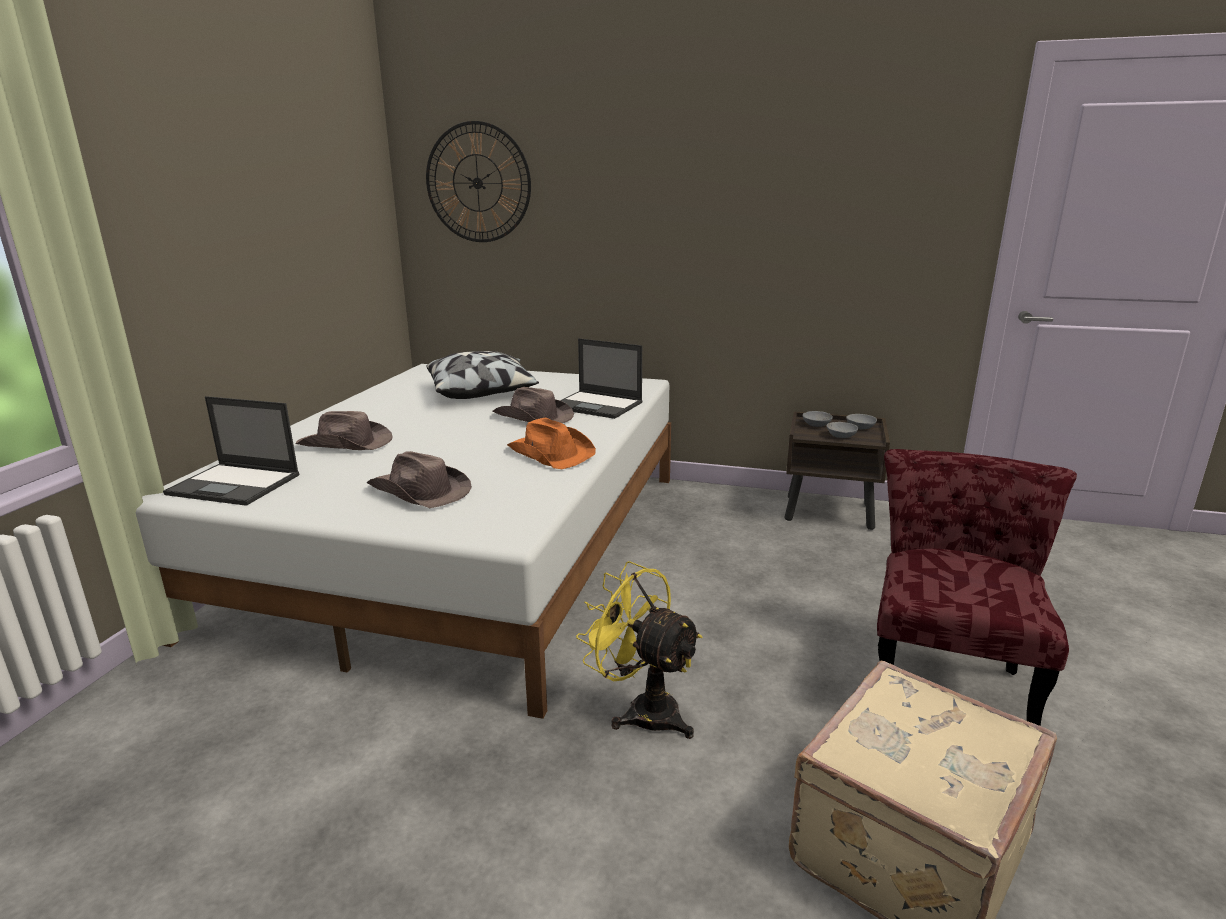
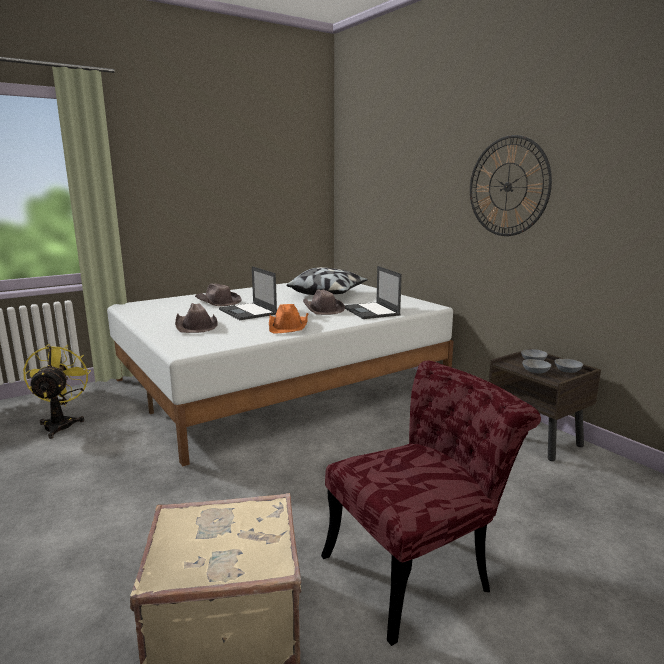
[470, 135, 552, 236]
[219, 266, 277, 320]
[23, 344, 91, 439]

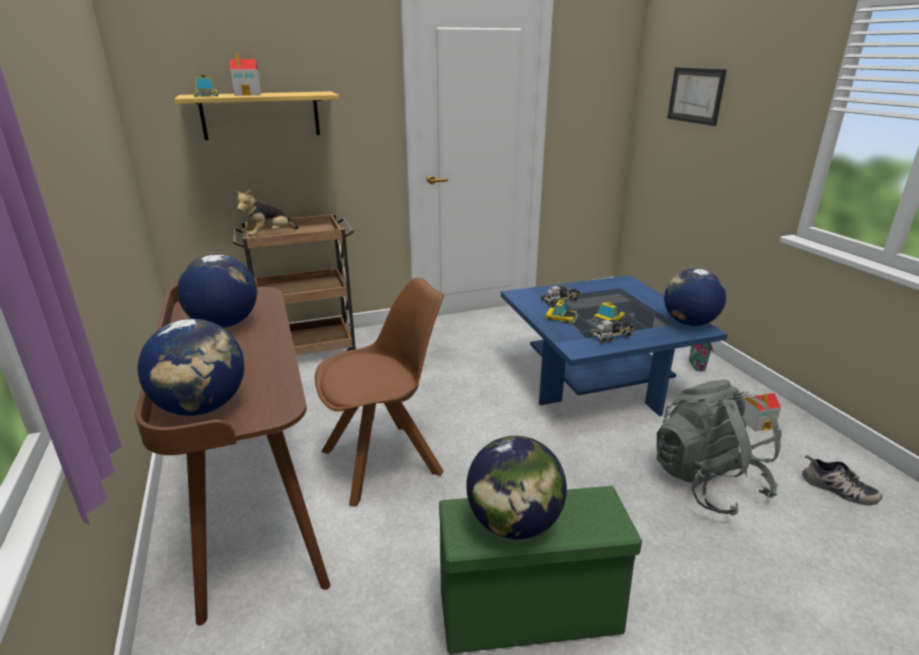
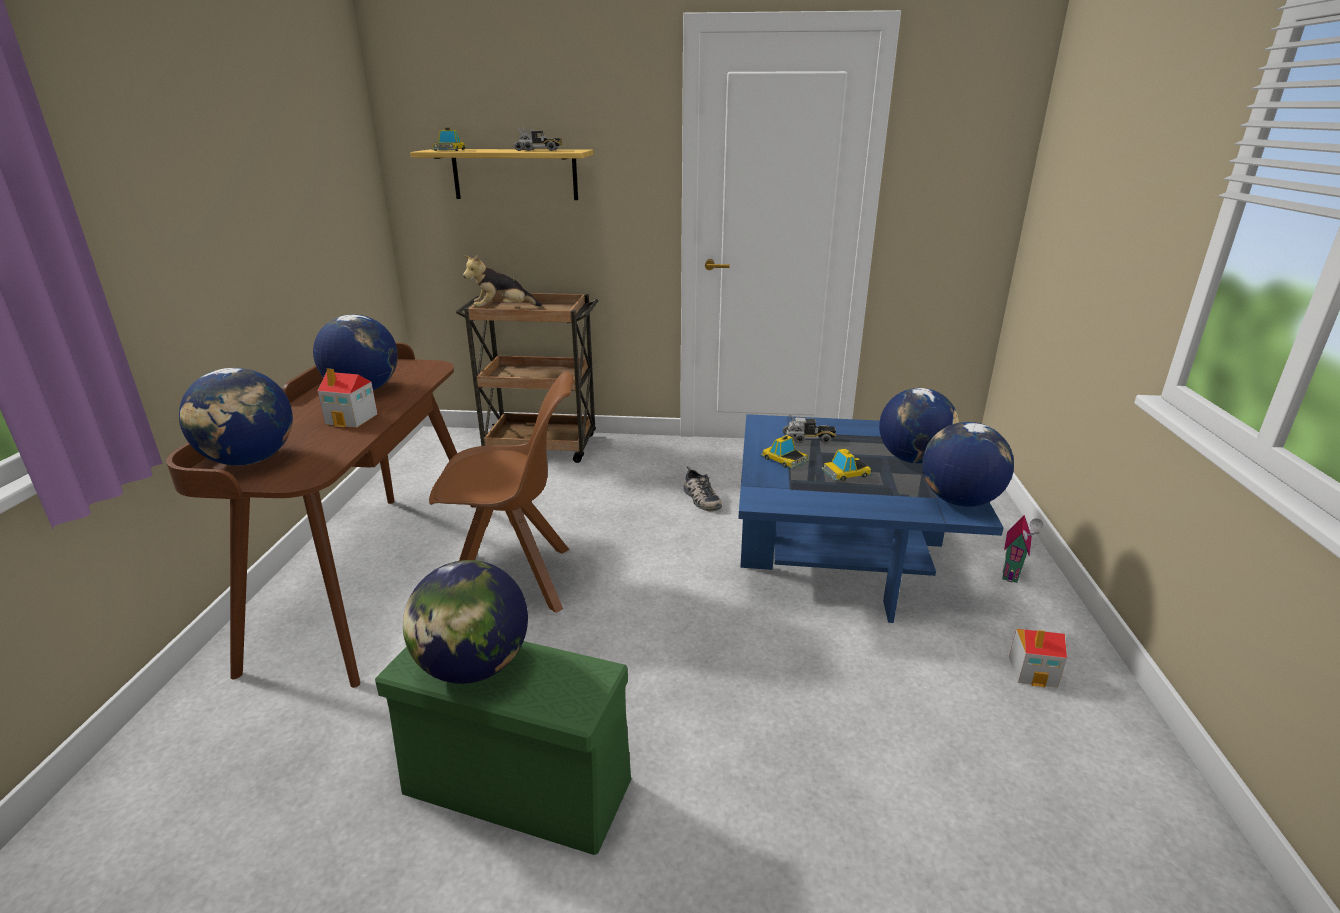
[318, 368, 378, 428]
[667, 67, 727, 126] (first image)
[514, 128, 562, 151]
[657, 380, 782, 516] (first image)
[683, 466, 722, 511]
[879, 388, 959, 464]

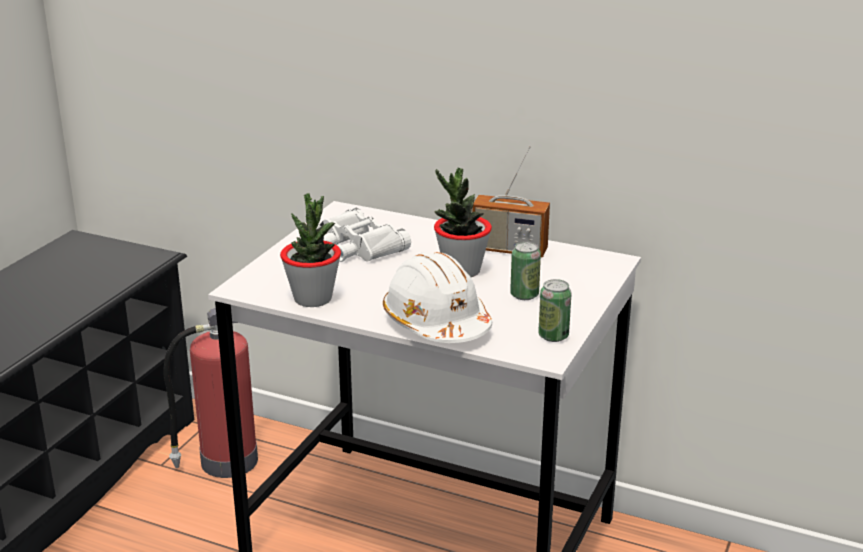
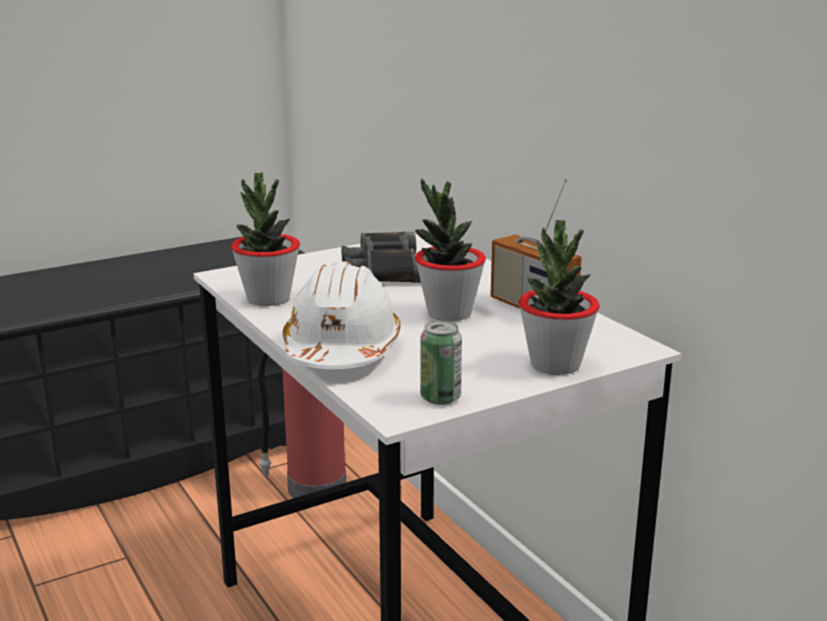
[342, 231, 421, 283]
[510, 241, 541, 300] (first image)
[519, 220, 600, 375]

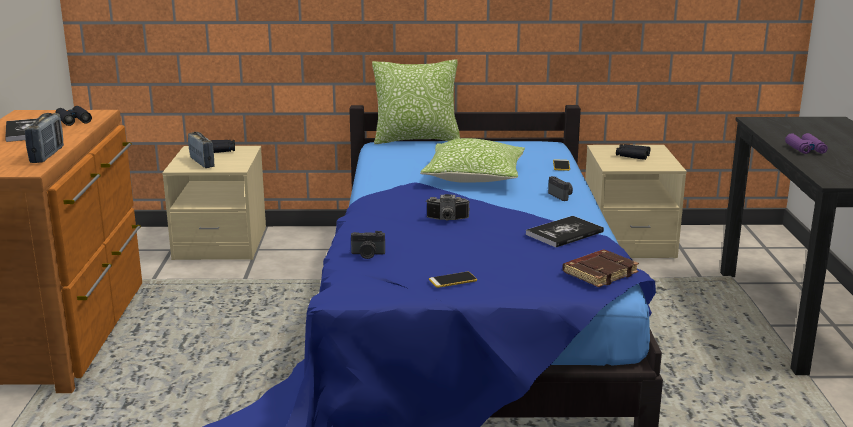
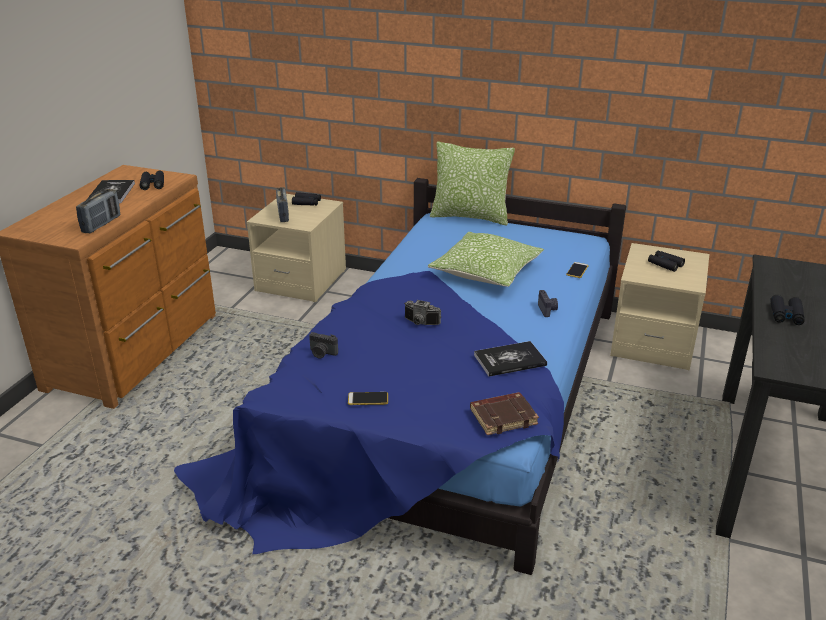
[770, 295, 805, 325]

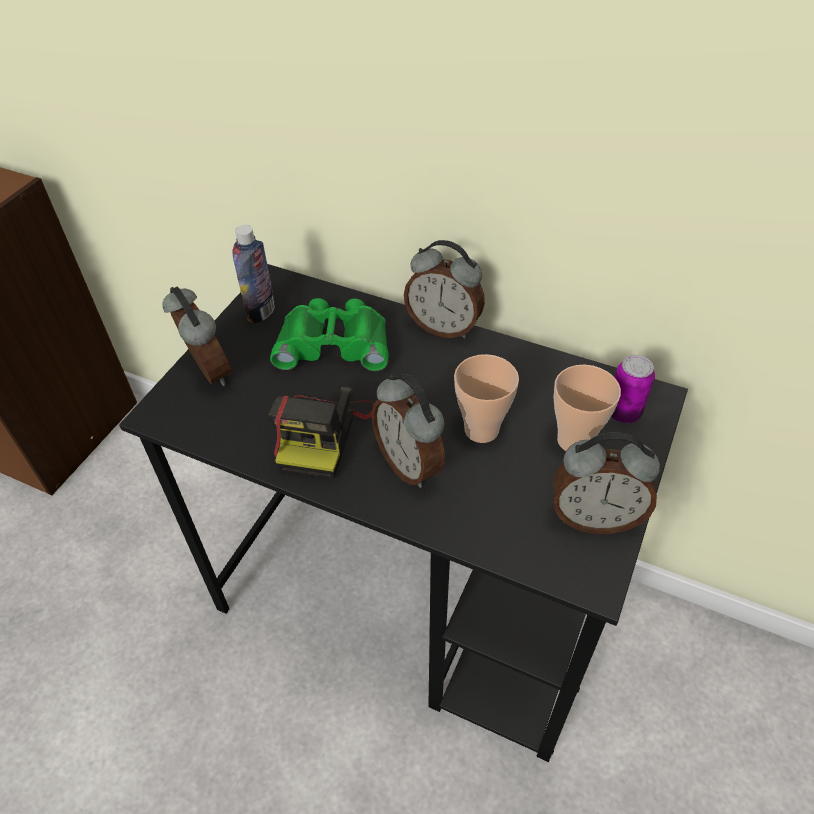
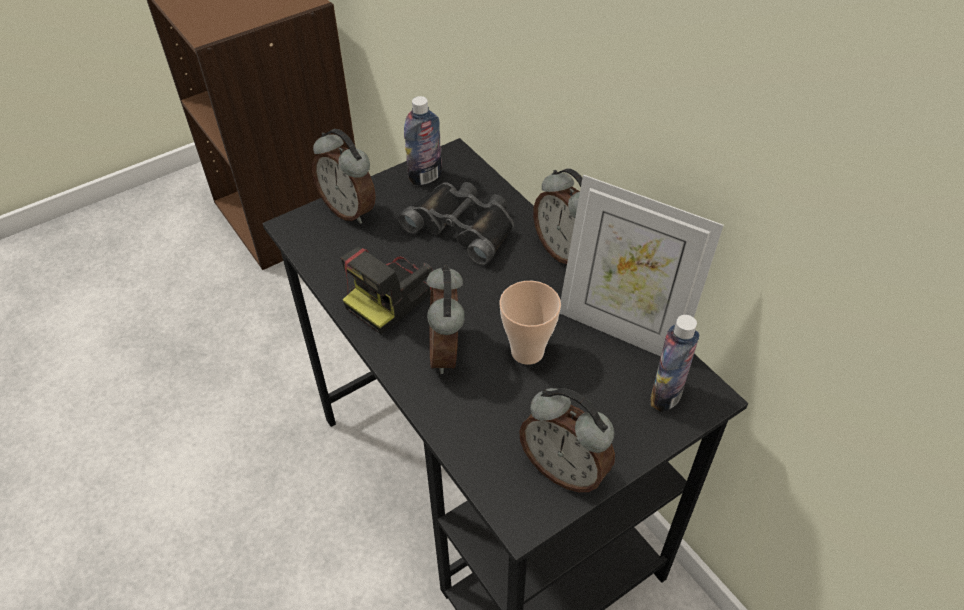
[312, 129, 376, 224]
[398, 182, 514, 265]
[650, 315, 699, 412]
[553, 365, 621, 451] (first image)
[560, 175, 724, 356]

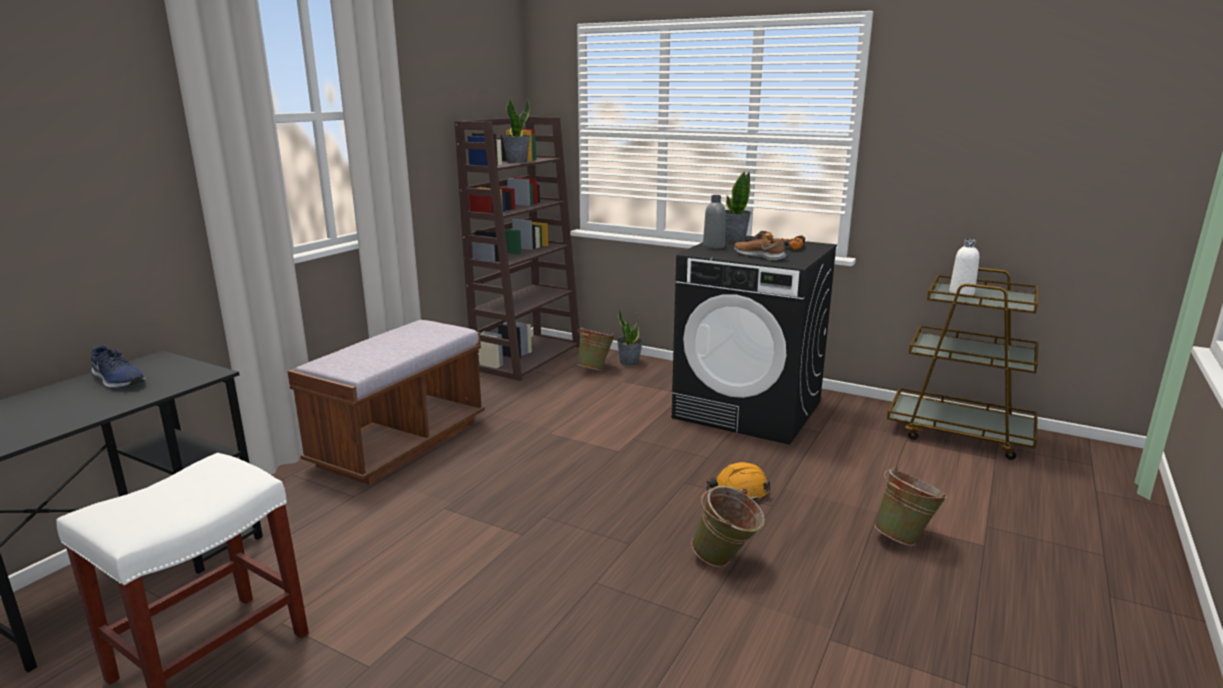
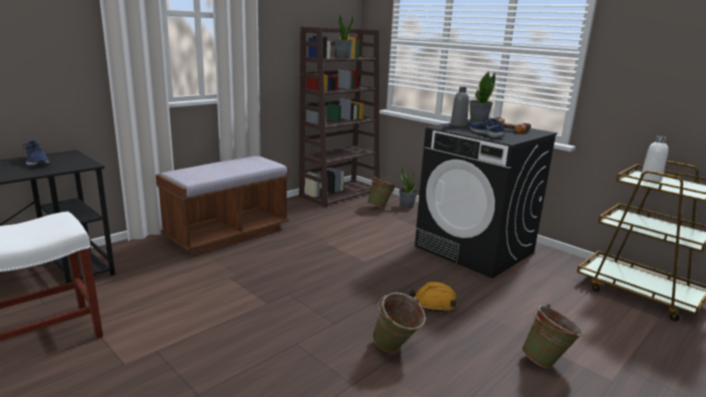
[469, 117, 505, 138]

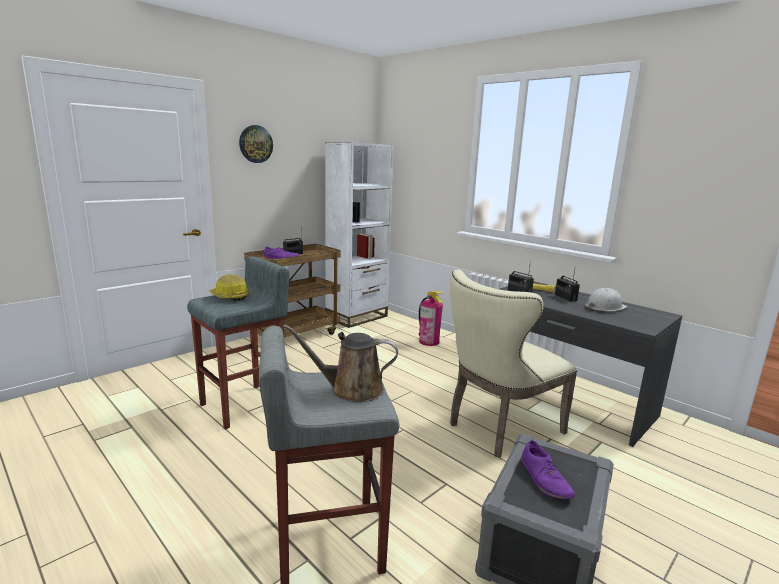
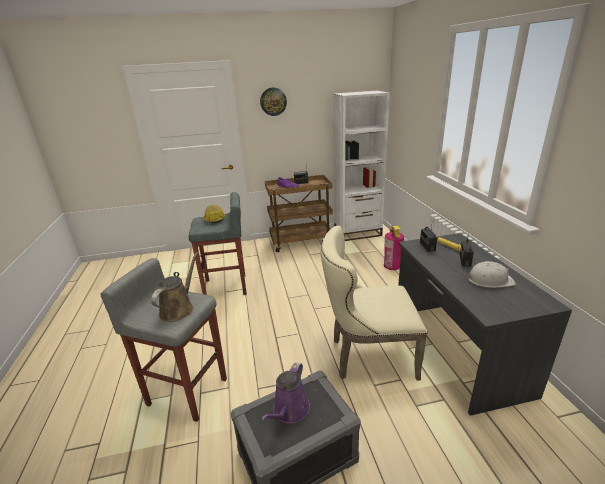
[151, 252, 198, 322]
[261, 362, 310, 424]

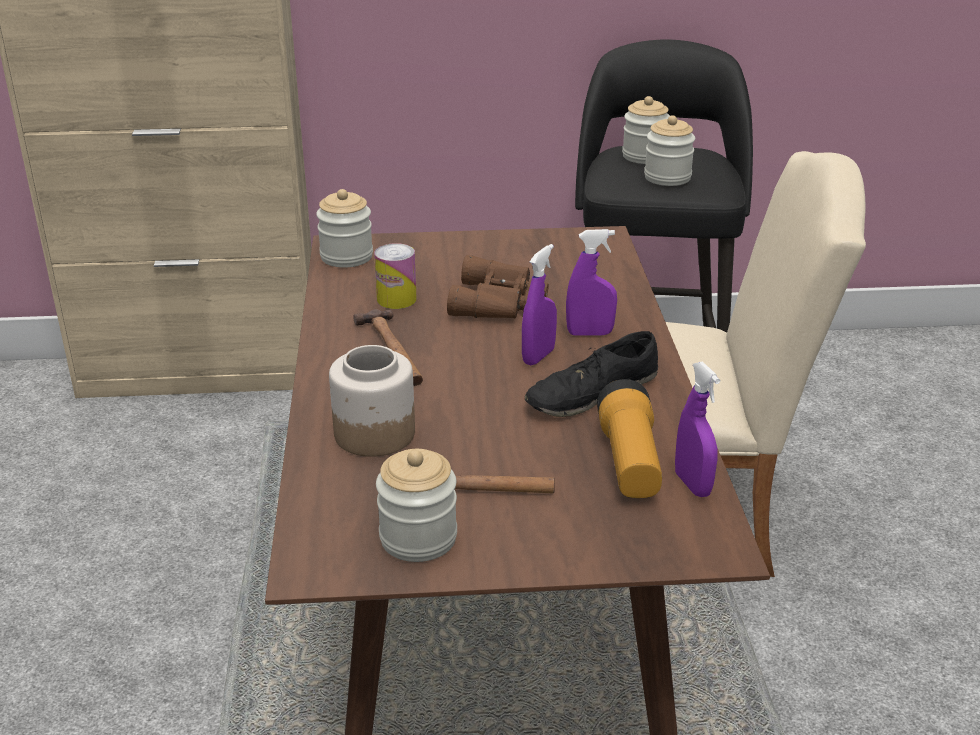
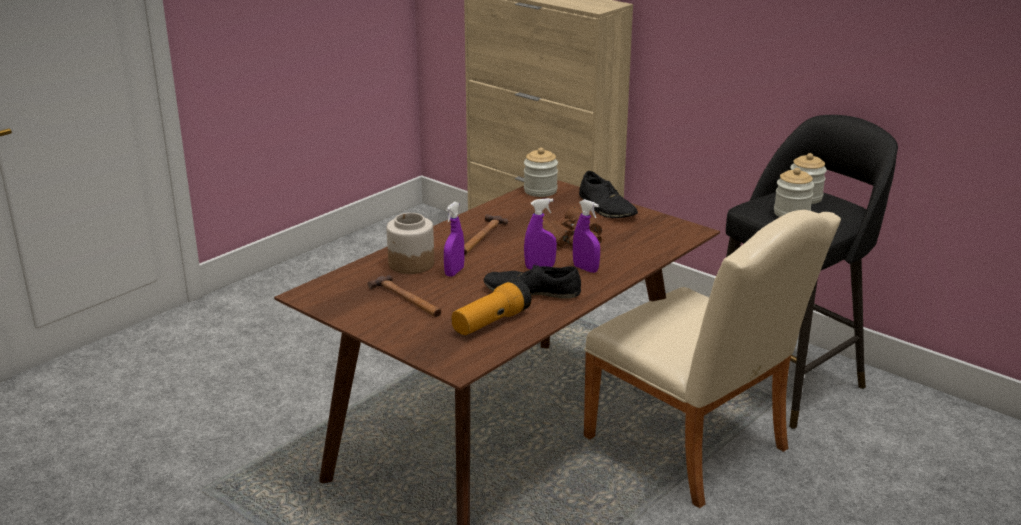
[374, 243, 417, 309] (first image)
[444, 202, 464, 277]
[376, 449, 457, 562] (first image)
[579, 171, 638, 218]

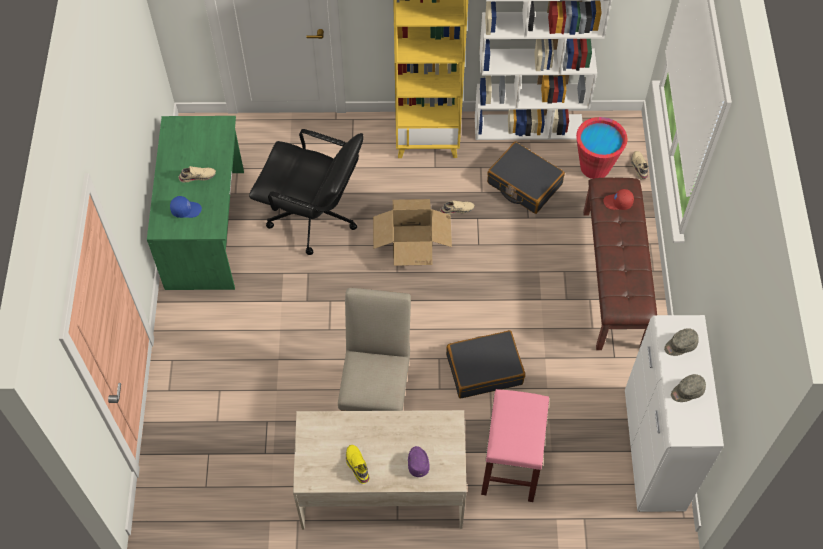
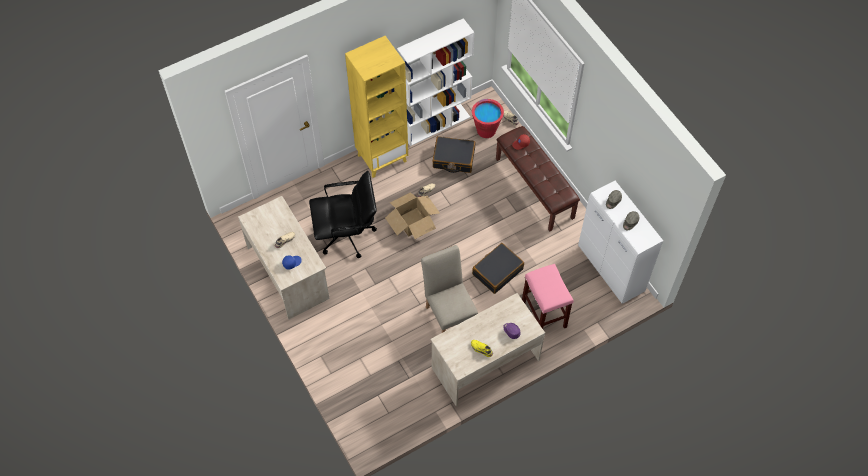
[238, 196, 330, 320]

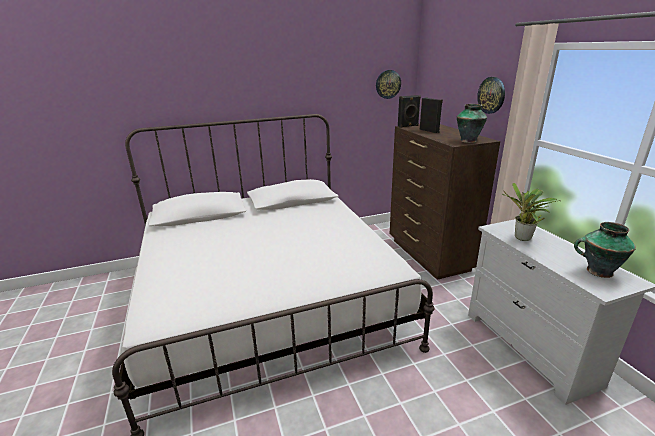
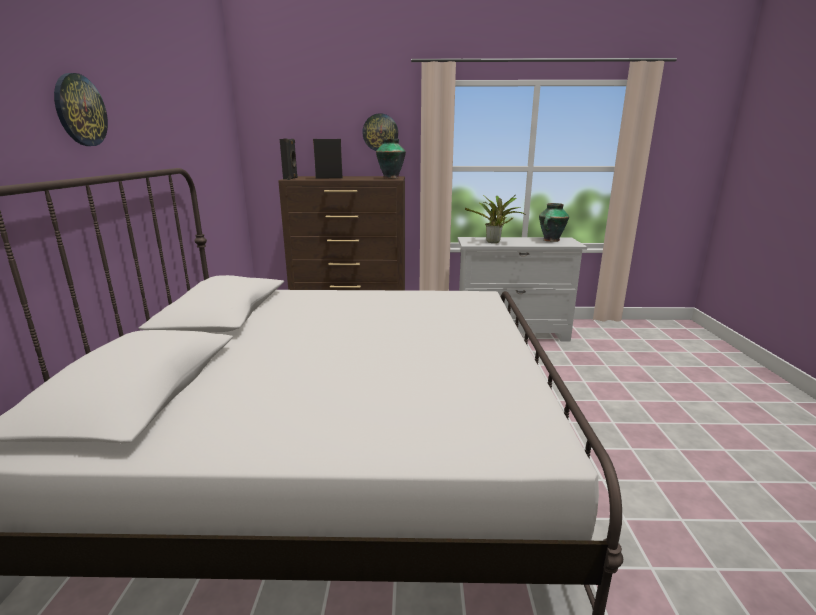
[54, 73, 108, 146]

